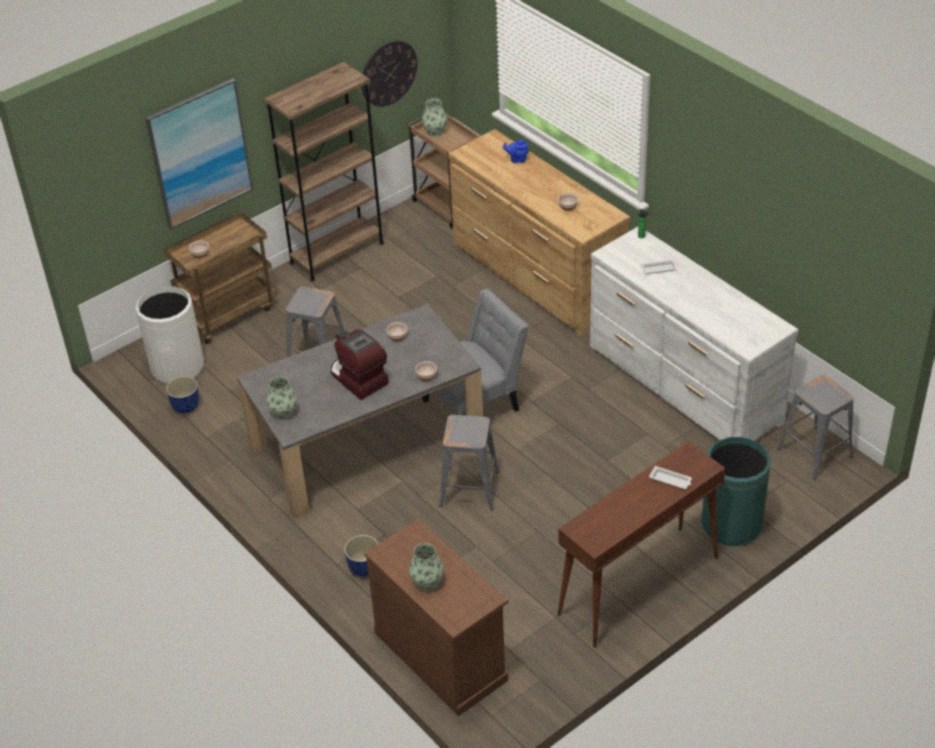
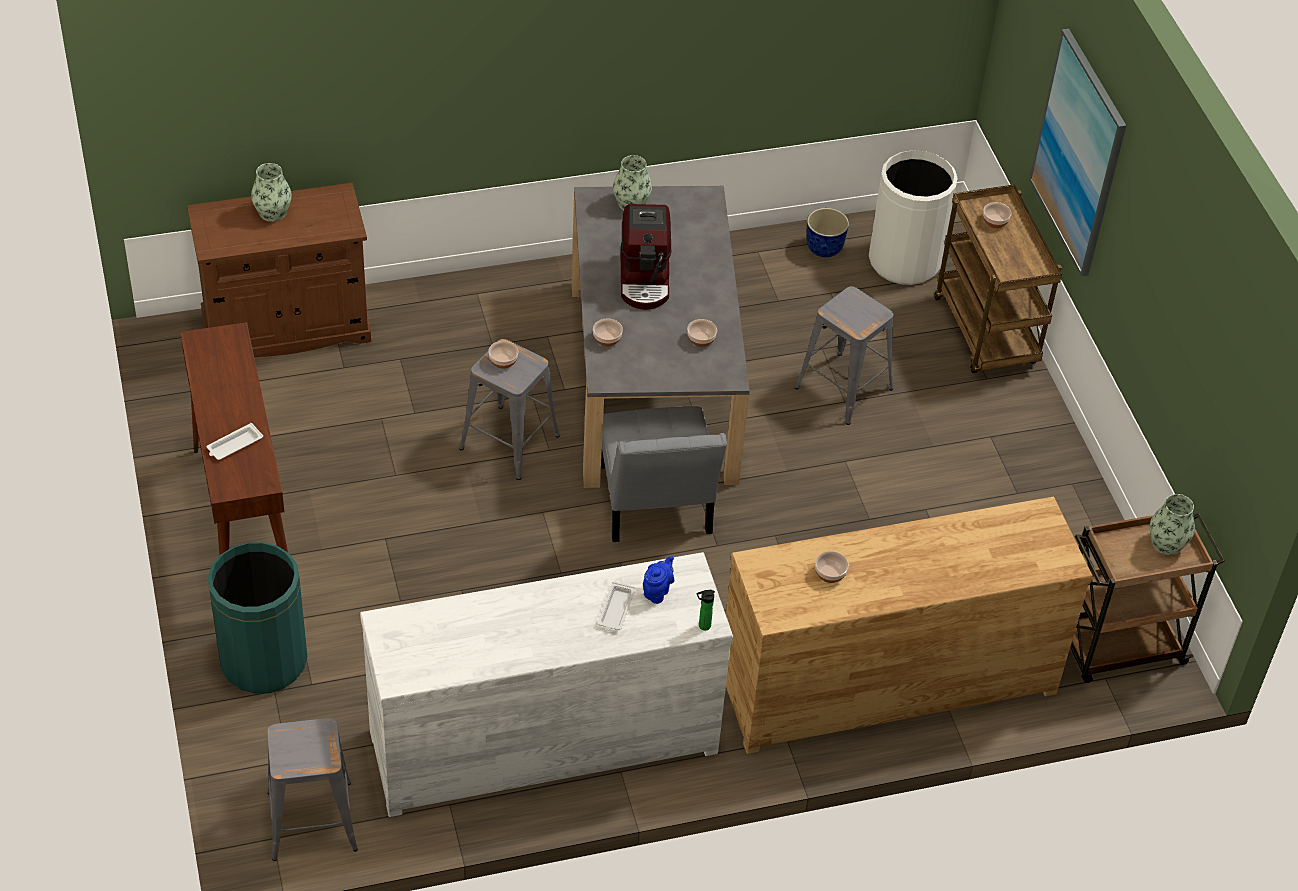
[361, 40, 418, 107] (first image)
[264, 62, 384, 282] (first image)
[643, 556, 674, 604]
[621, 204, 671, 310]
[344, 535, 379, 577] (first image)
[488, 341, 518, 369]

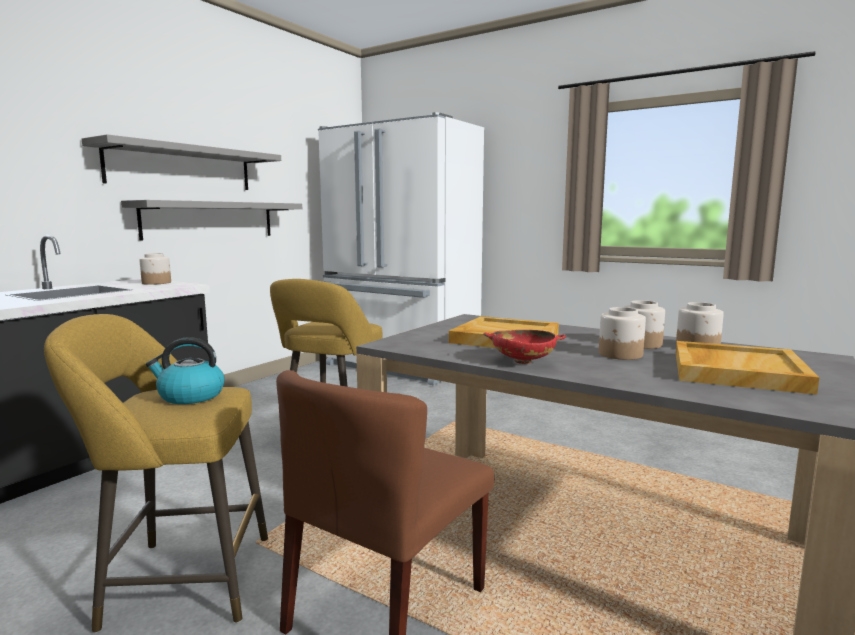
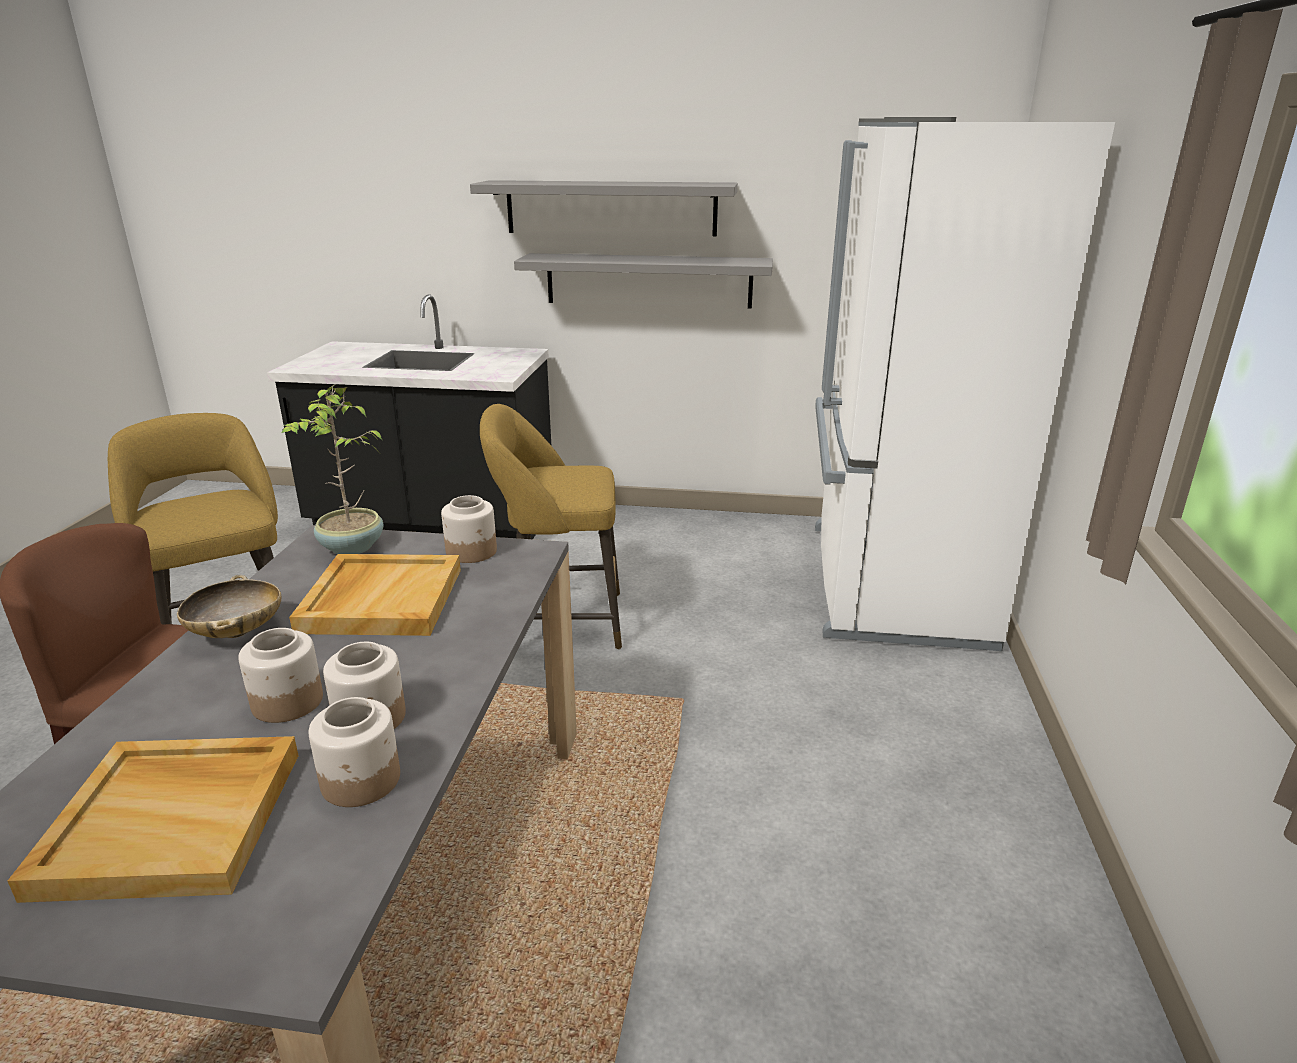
[441, 495, 497, 563]
[177, 575, 281, 638]
[146, 337, 225, 404] (first image)
[281, 384, 383, 554]

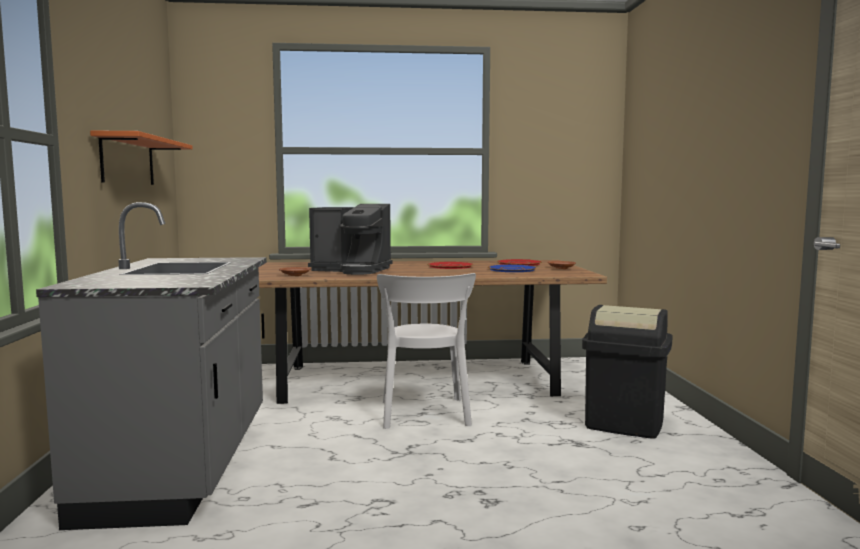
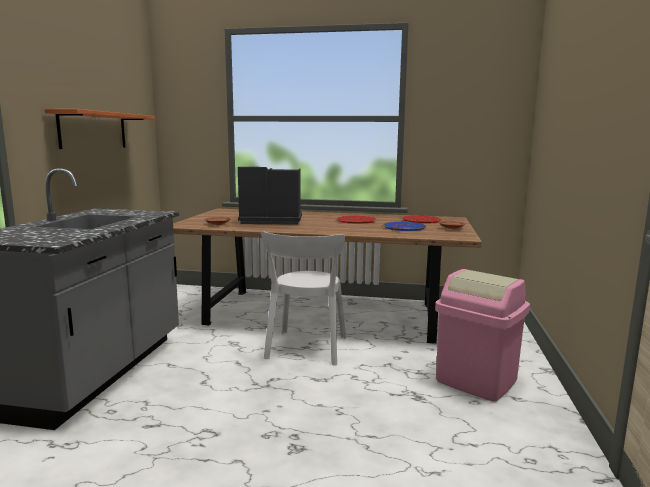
[238, 167, 302, 225]
[435, 269, 530, 402]

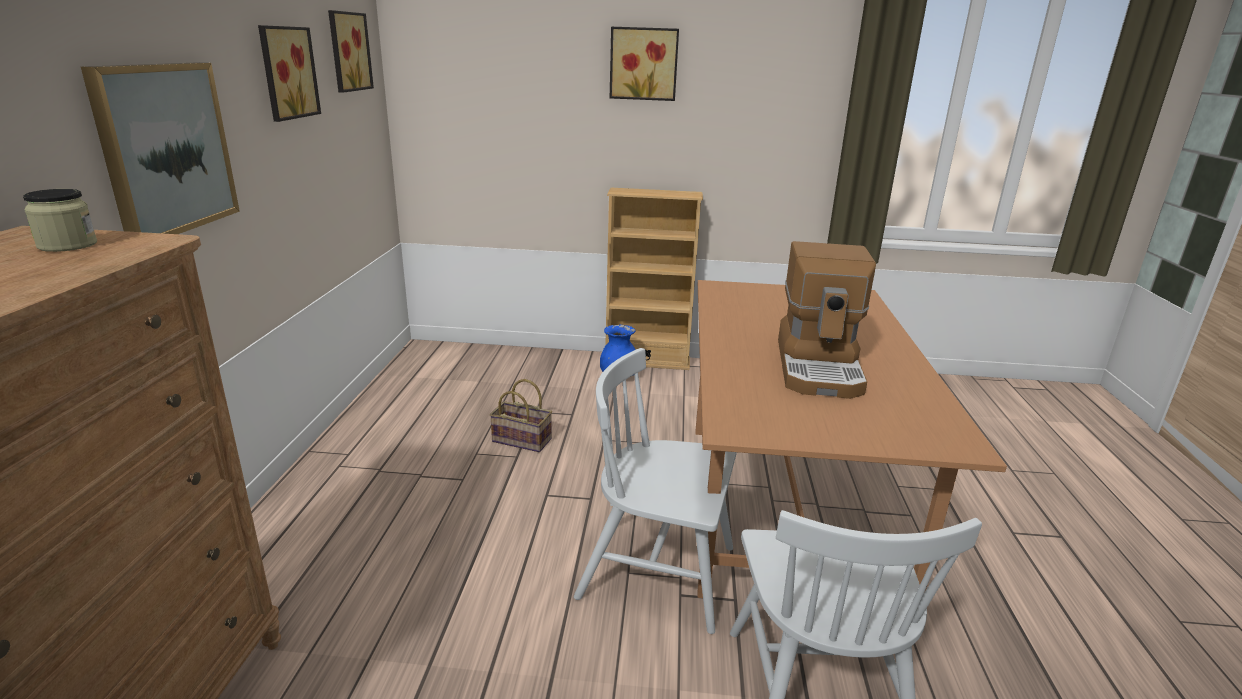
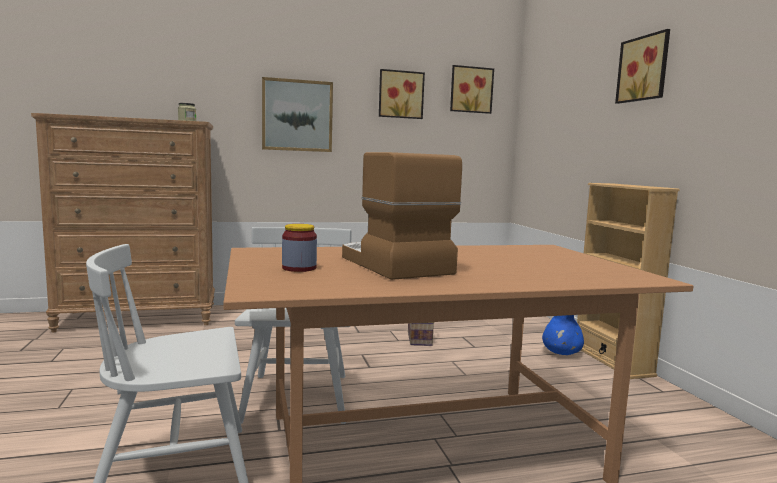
[342, 152, 462, 280]
[282, 224, 317, 272]

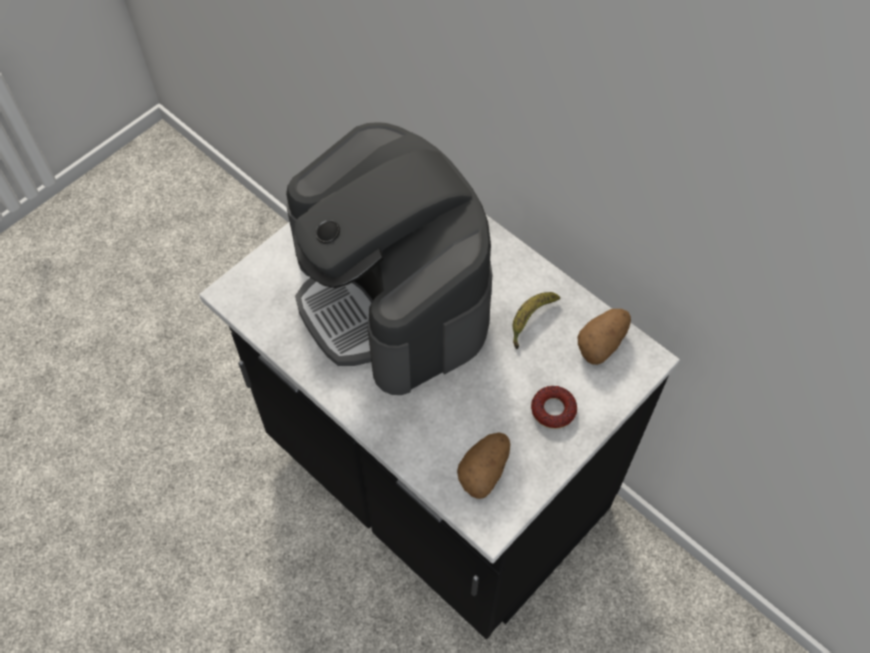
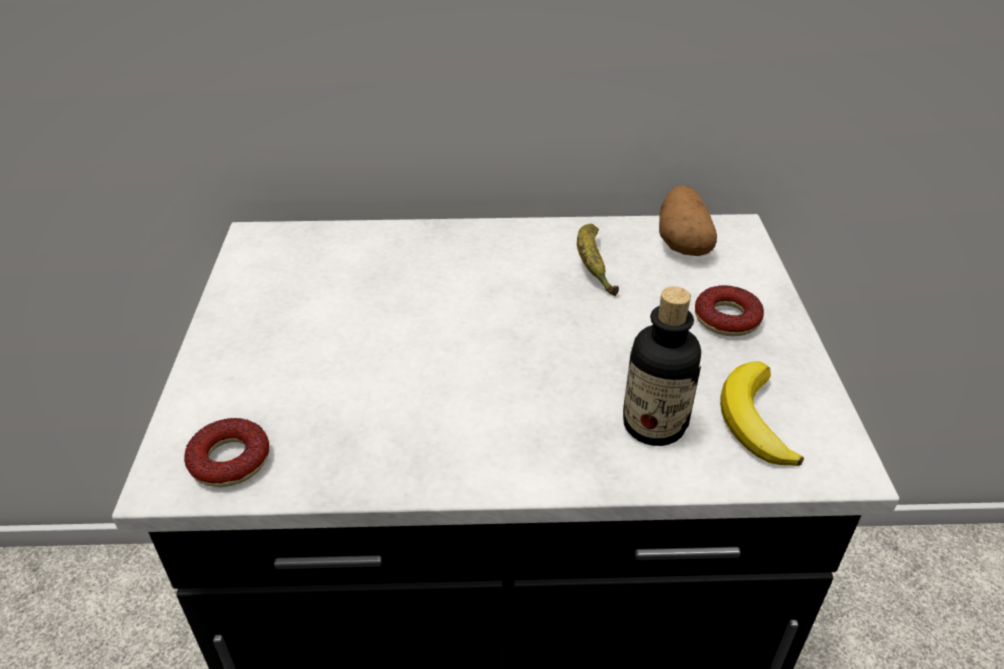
[286, 122, 493, 395] (first image)
[720, 361, 804, 466]
[623, 286, 701, 446]
[184, 418, 269, 487]

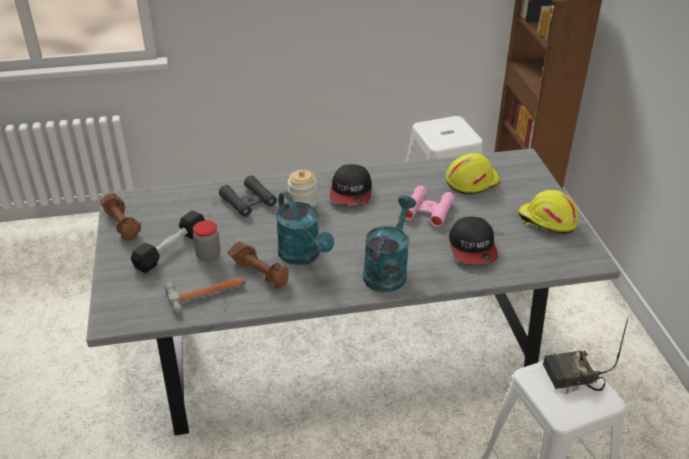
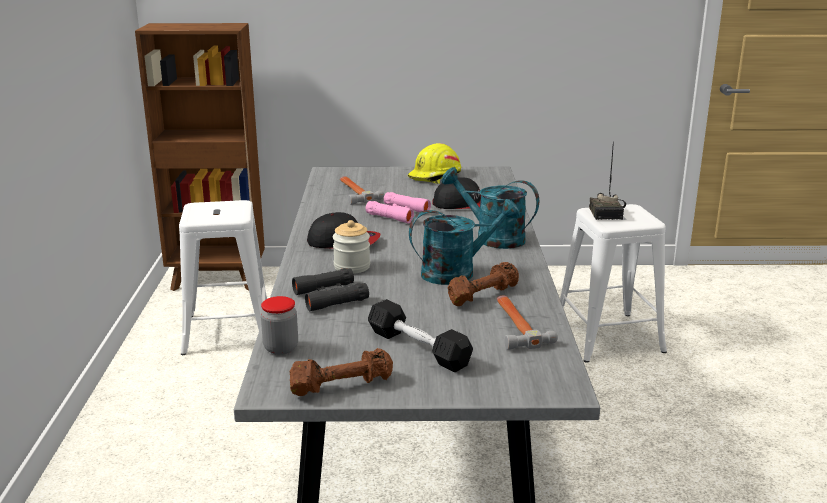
[340, 176, 384, 205]
[261, 296, 298, 355]

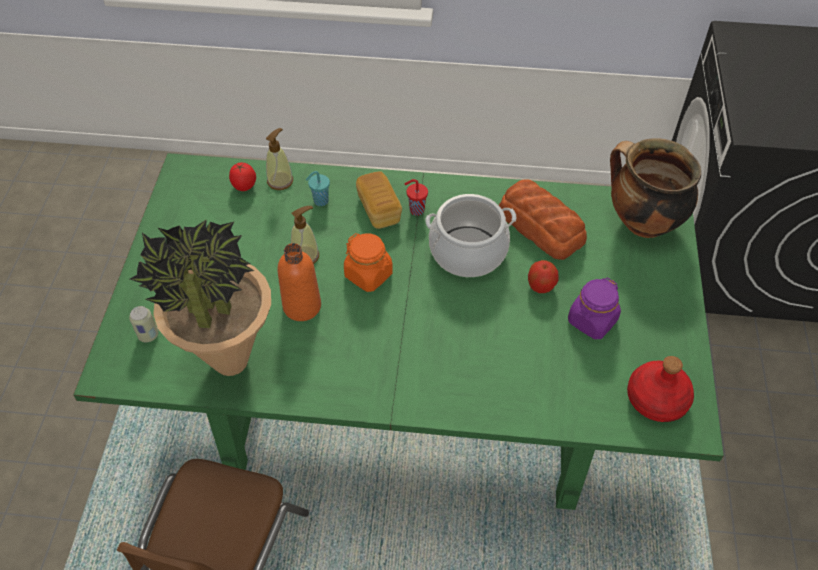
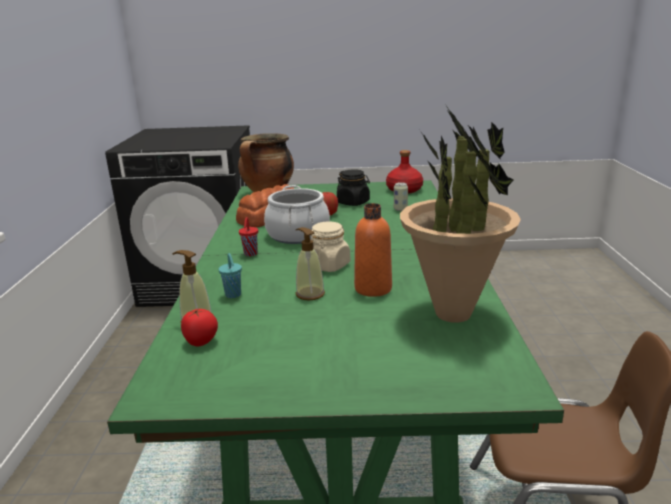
[356, 171, 402, 229] (first image)
[311, 222, 350, 272]
[337, 169, 370, 206]
[394, 182, 408, 211]

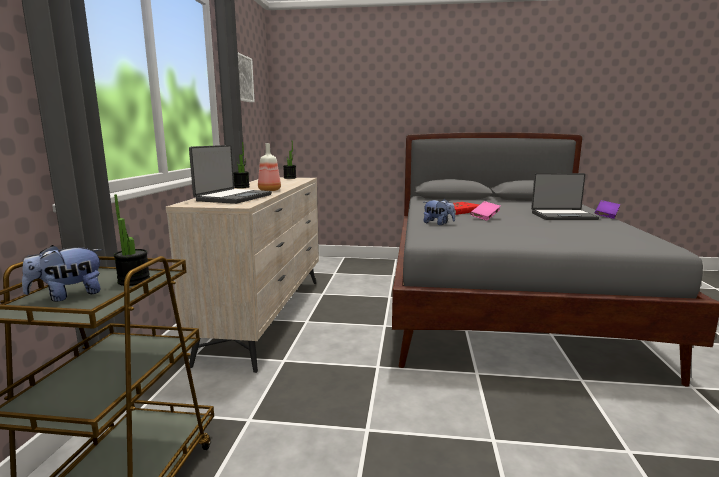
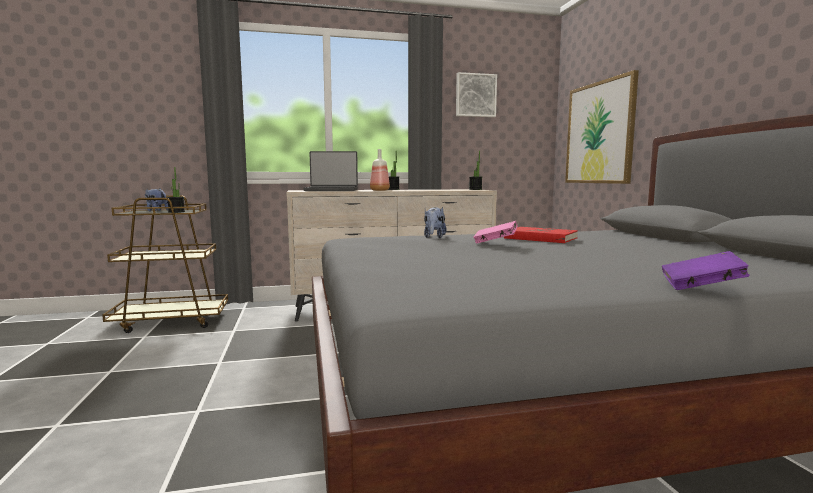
[531, 173, 599, 220] (first image)
[565, 70, 639, 184]

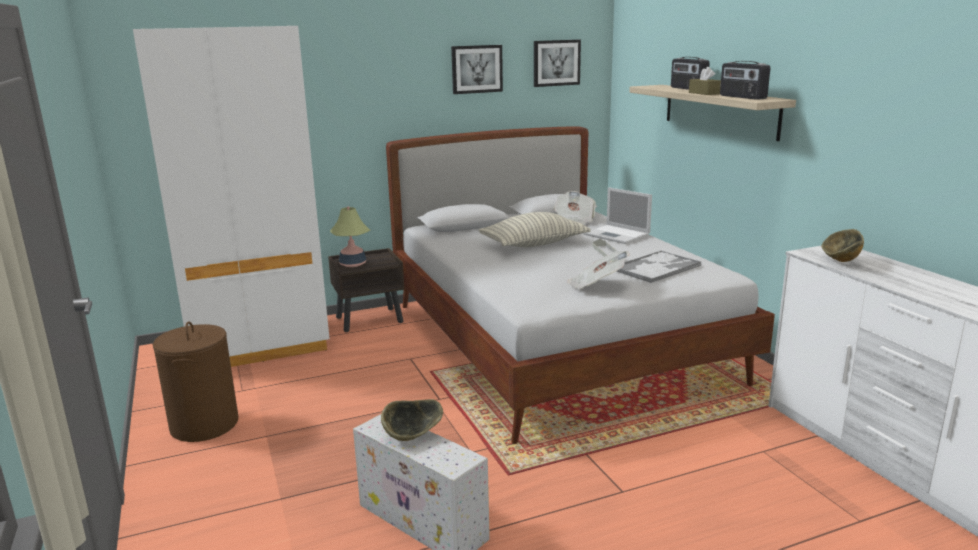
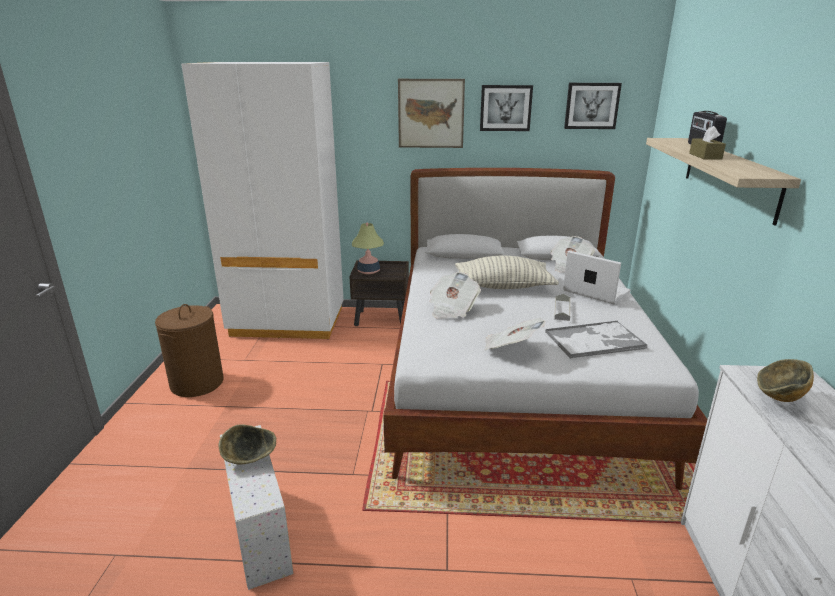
[720, 61, 770, 100] (first image)
[563, 251, 631, 305]
[398, 79, 465, 148]
[429, 272, 480, 319]

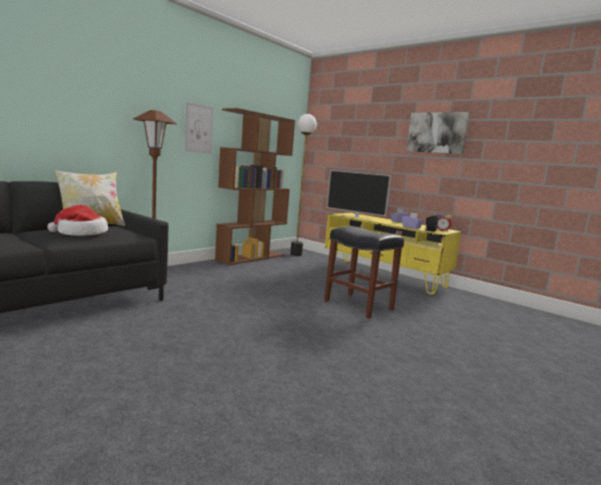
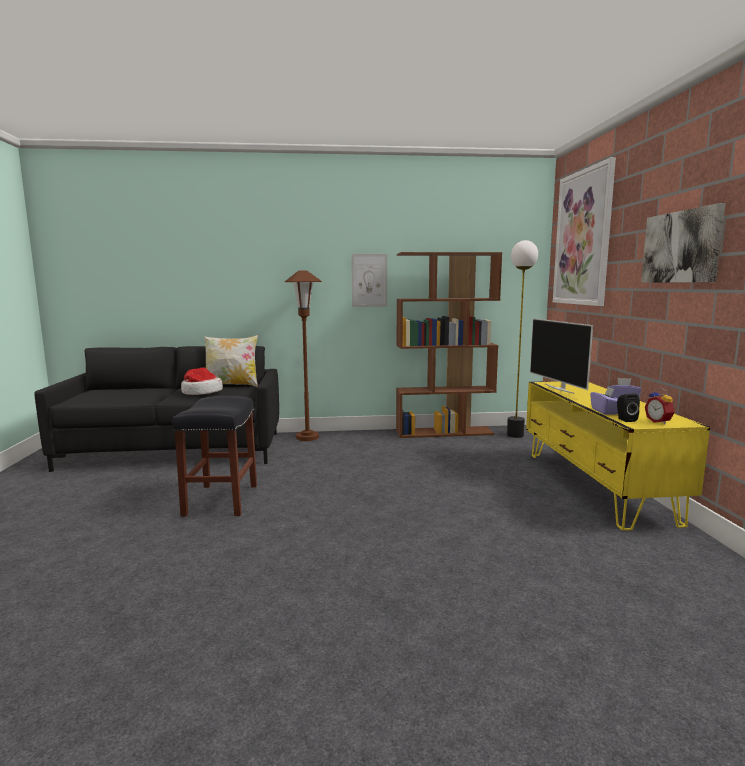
[173, 396, 257, 517]
[553, 157, 616, 306]

